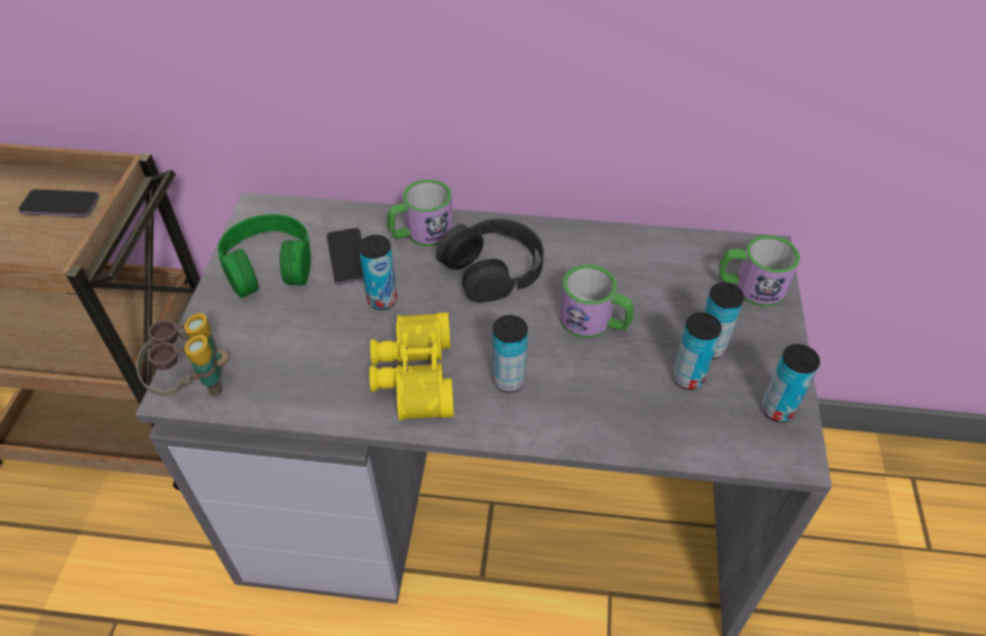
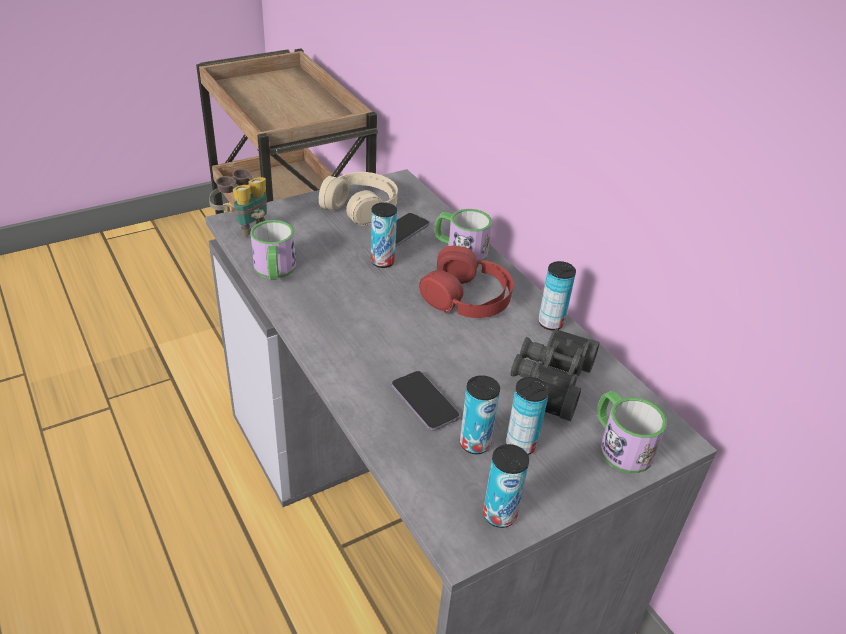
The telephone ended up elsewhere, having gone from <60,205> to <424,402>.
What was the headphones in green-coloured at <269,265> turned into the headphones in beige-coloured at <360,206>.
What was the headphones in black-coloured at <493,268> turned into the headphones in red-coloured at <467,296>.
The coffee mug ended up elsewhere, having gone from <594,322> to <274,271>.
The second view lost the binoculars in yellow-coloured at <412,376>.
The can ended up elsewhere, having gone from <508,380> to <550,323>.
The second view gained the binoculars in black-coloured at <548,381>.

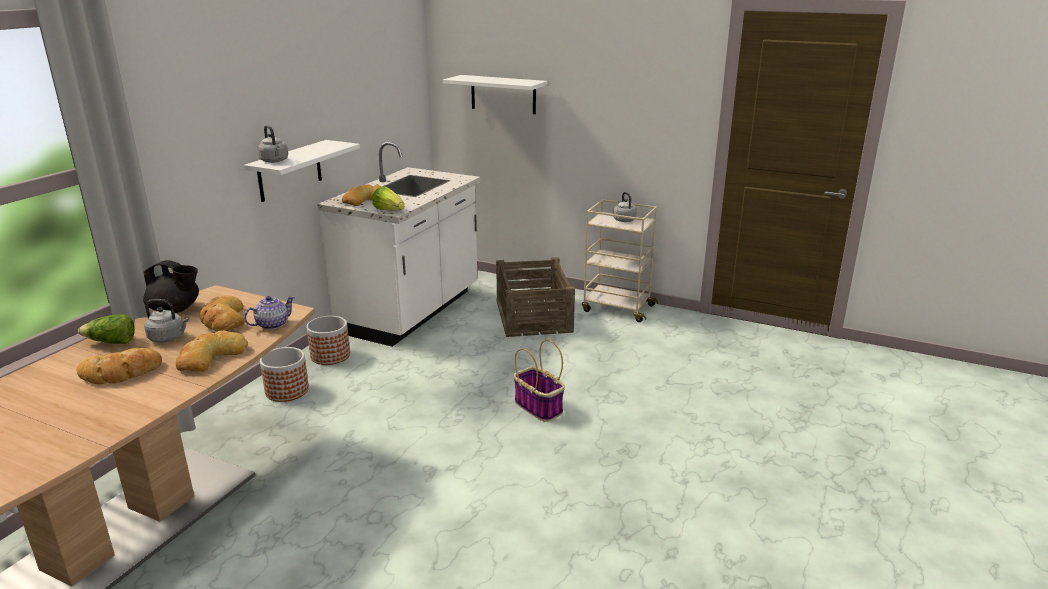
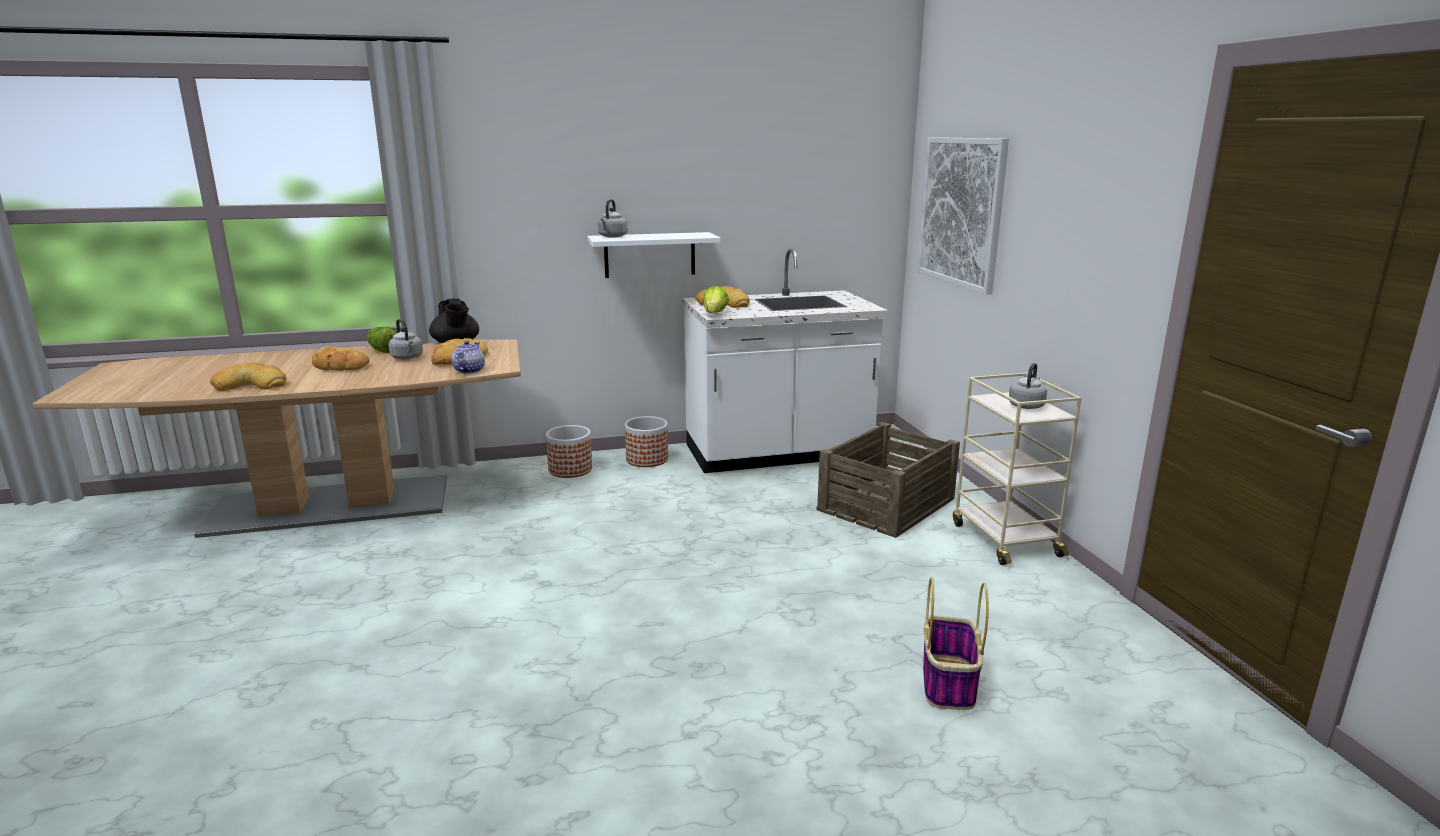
Where the wall shelf in whitish hung at <503,94>, the wall art came to hang at <961,211>.
The teapot at <272,325> ended up facing another way, 90 degrees counterclockwise from before.
The bakery bread ended up elsewhere, having gone from <210,357> to <251,385>.
The basket ended up elsewhere, having gone from <539,407> to <949,684>.

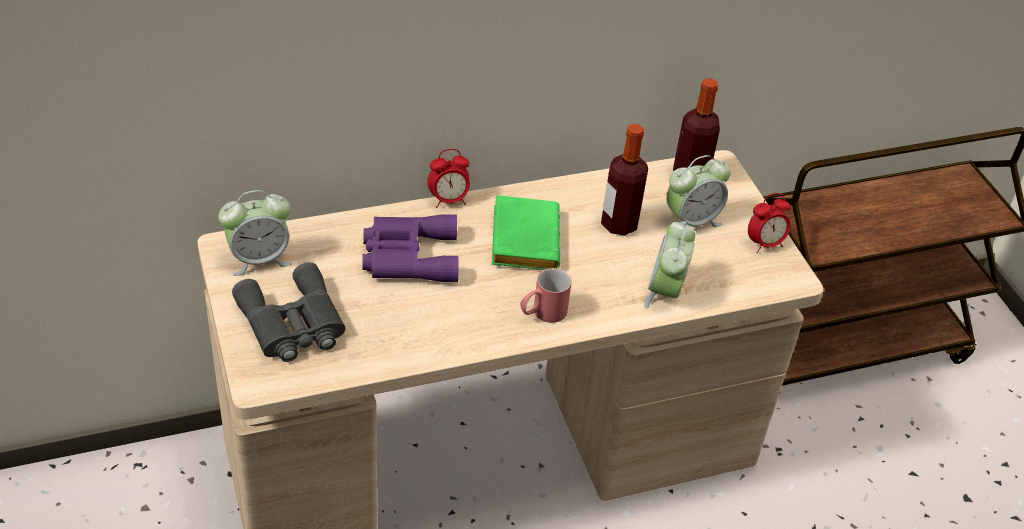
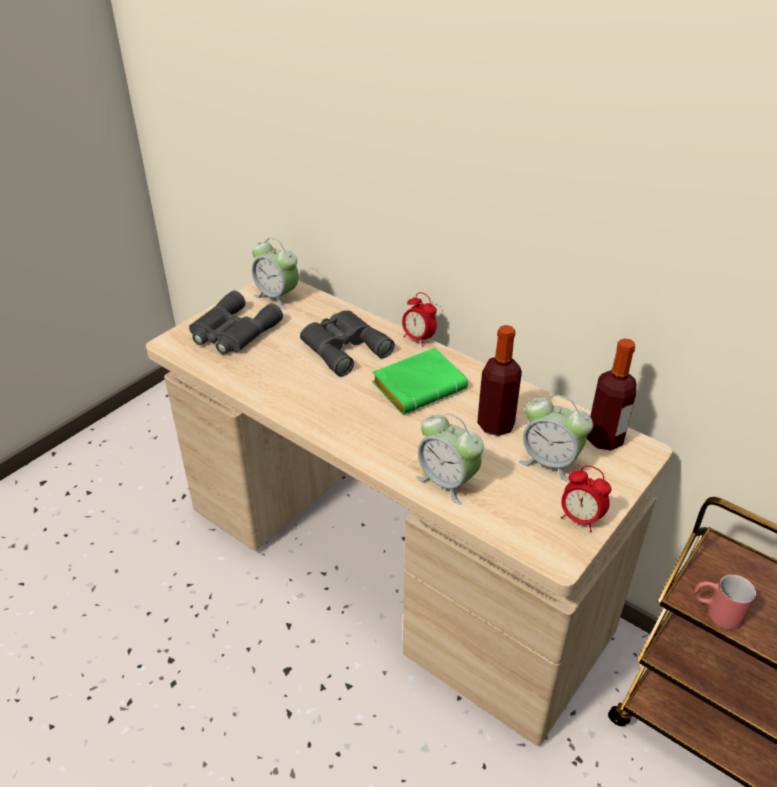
What was the binoculars in purple-coloured at <407,256> turned into the binoculars in greyish at <343,346>.
The table clock at <665,292> ended up facing another way, 120 degrees counterclockwise from before.
The coffee mug in red-coloured ended up elsewhere, having gone from <542,314> to <716,612>.

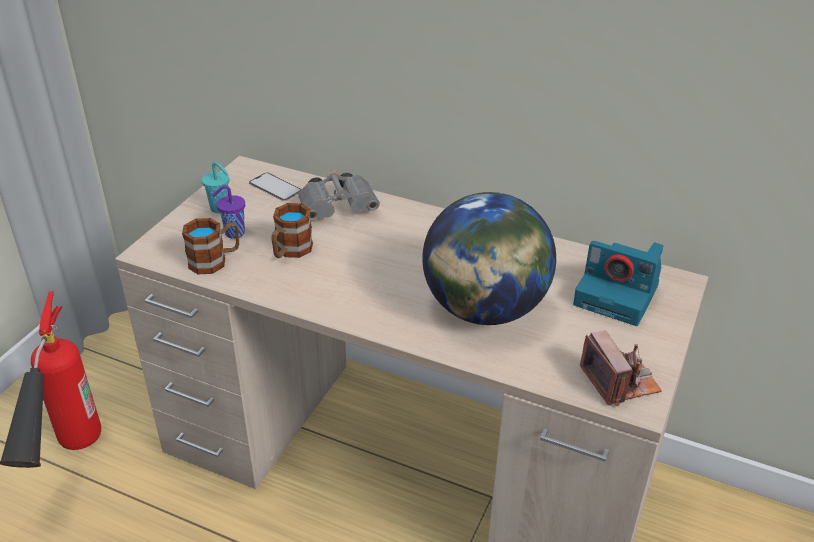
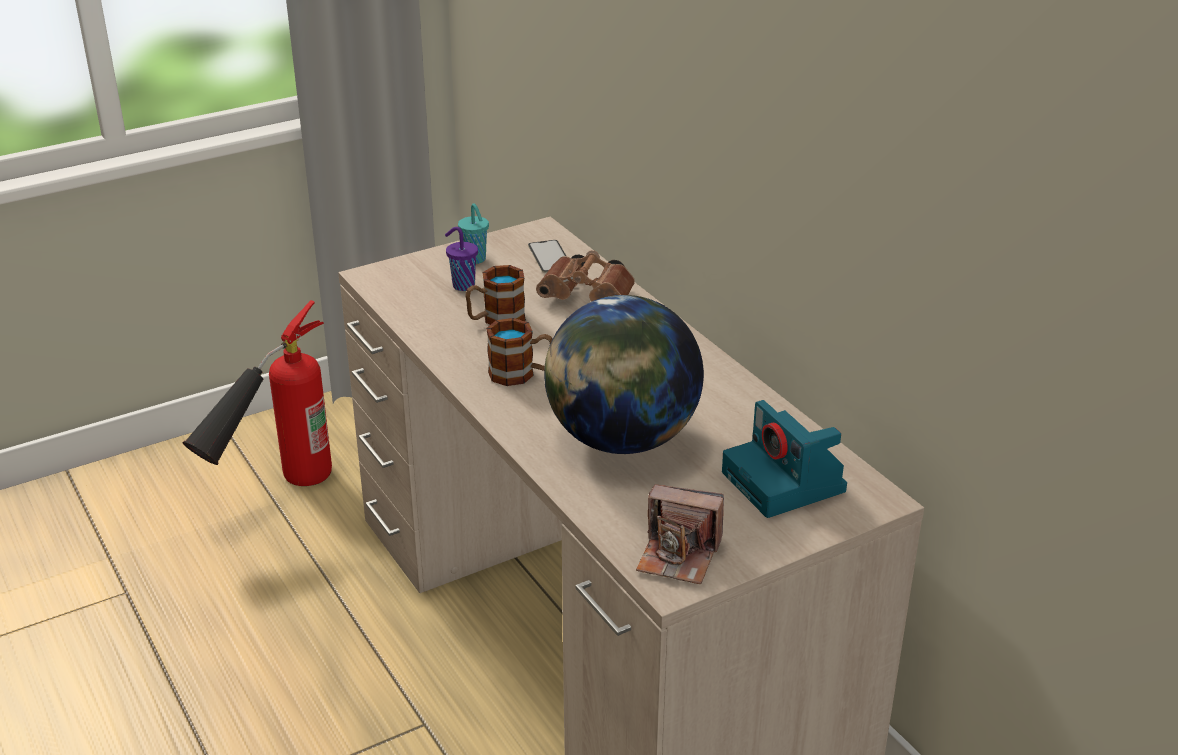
What was the binoculars in greyish at <340,209> turned into the binoculars in brownish at <590,298>.
The coffee mug ended up elsewhere, having gone from <215,260> to <521,374>.
The still camera at <619,381> ended up facing another way, 90 degrees clockwise from before.

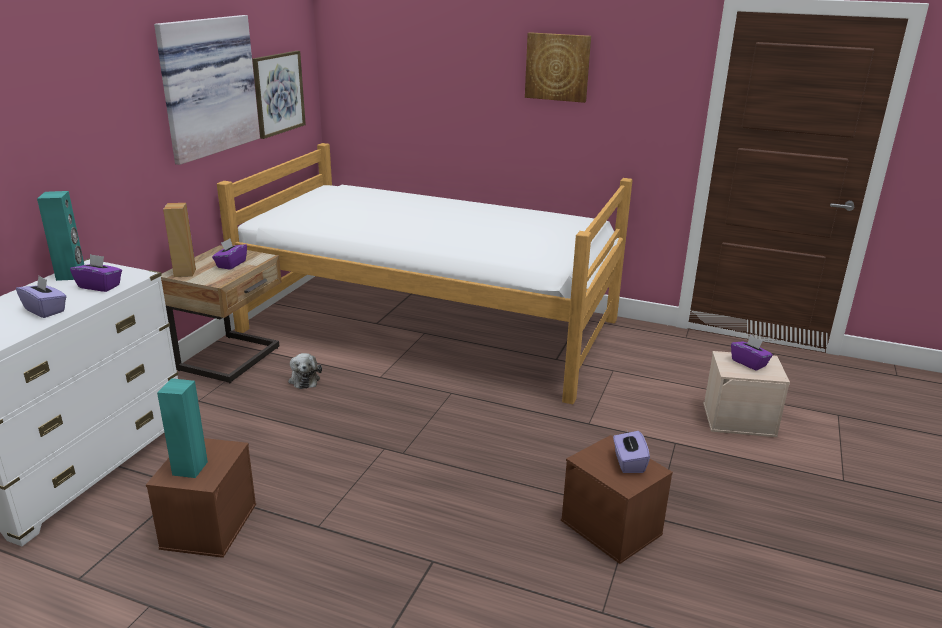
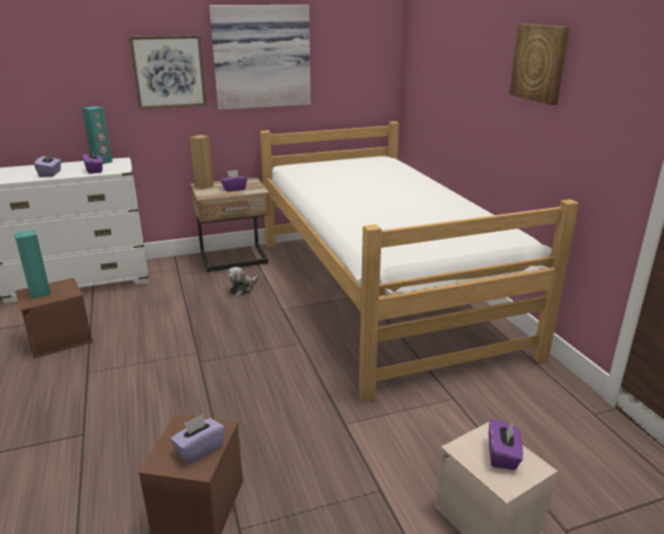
The wall art ended up elsewhere, having gone from <278,93> to <169,72>.

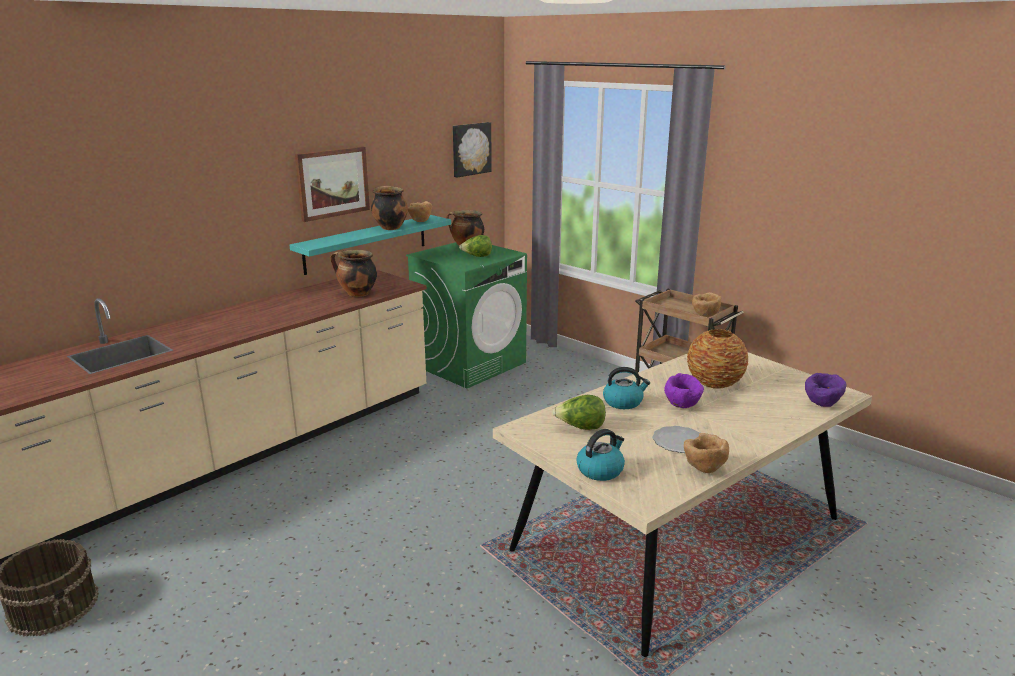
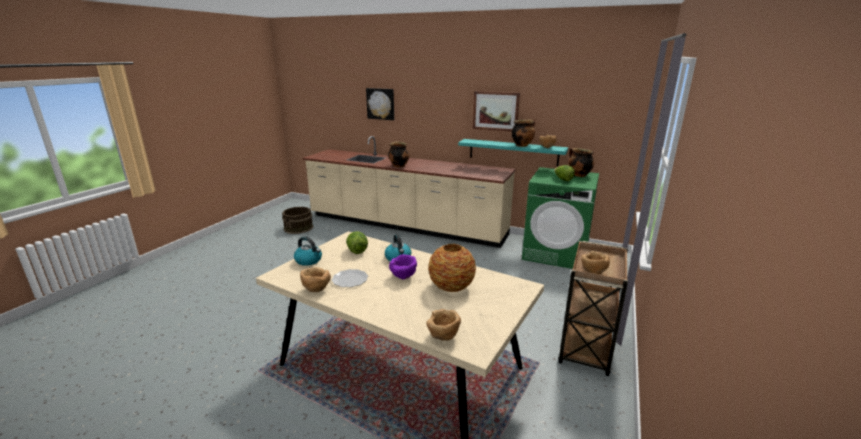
The wall art ended up elsewhere, having gone from <470,149> to <381,103>.
The stockpot ended up elsewhere, having gone from <357,294> to <398,166>.
What was the serving bowl in purple-coloured at <822,404> turned into the serving bowl in brownish at <443,337>.

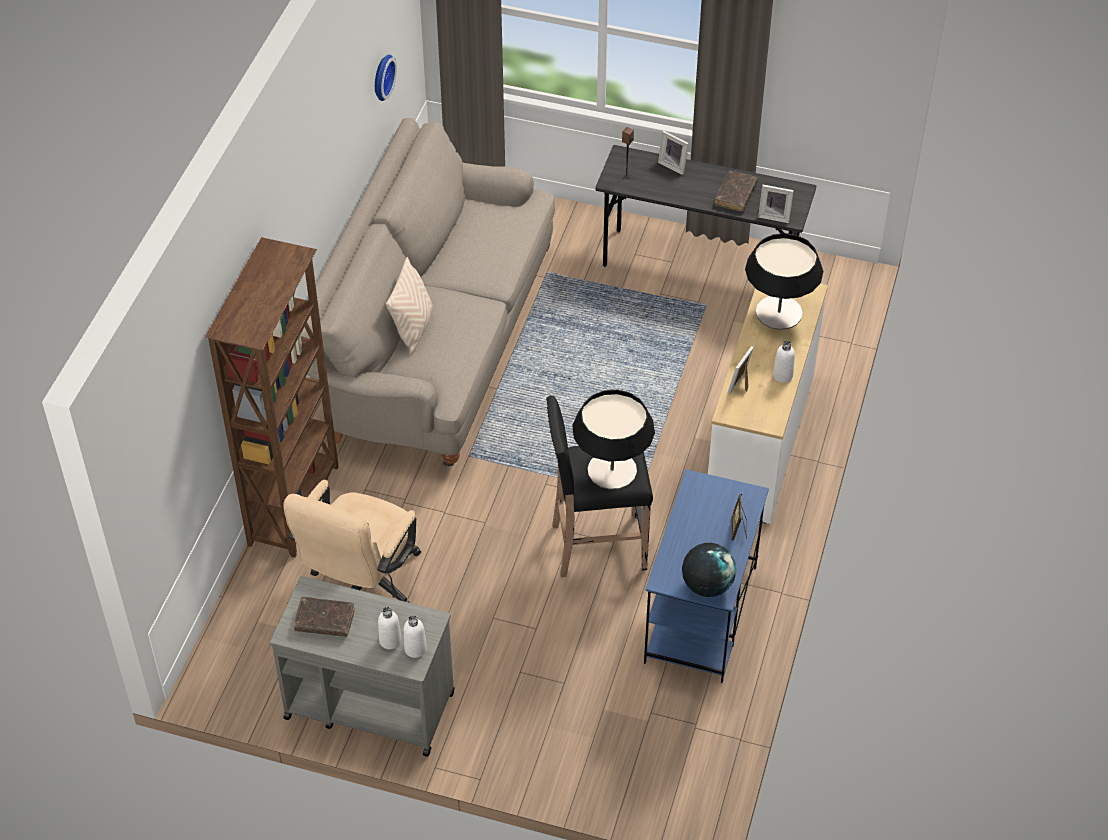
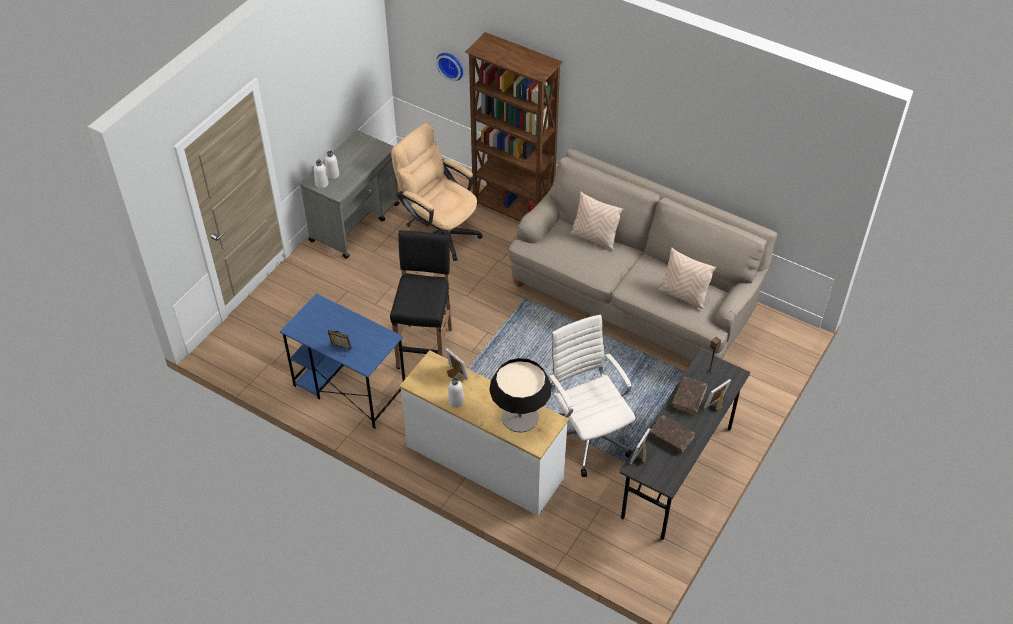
The hanging clock ended up elsewhere, having gone from <381,76> to <451,65>.
The second view lost the lamp for a table at <612,470>.
The second view lost the desk globe at <707,585>.
The book in brownish ended up elsewhere, having gone from <324,621> to <689,398>.
The second view gained the pillow in beige-coloured at <683,295>.
The second view gained the office chair in whitish at <588,435>.

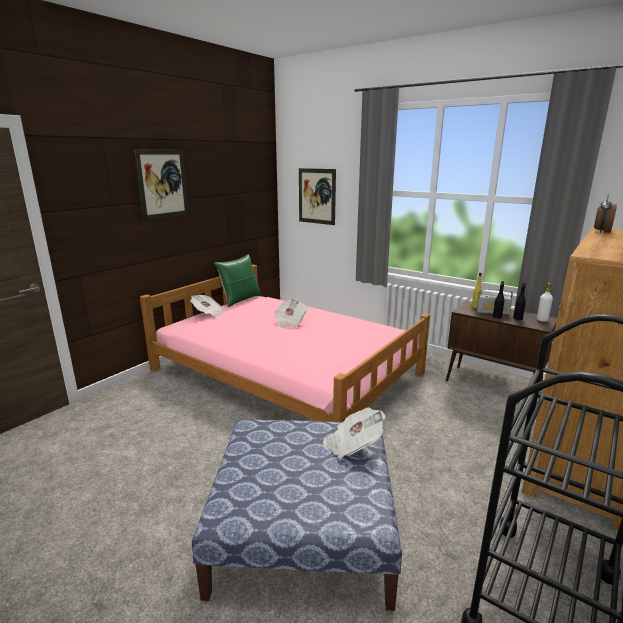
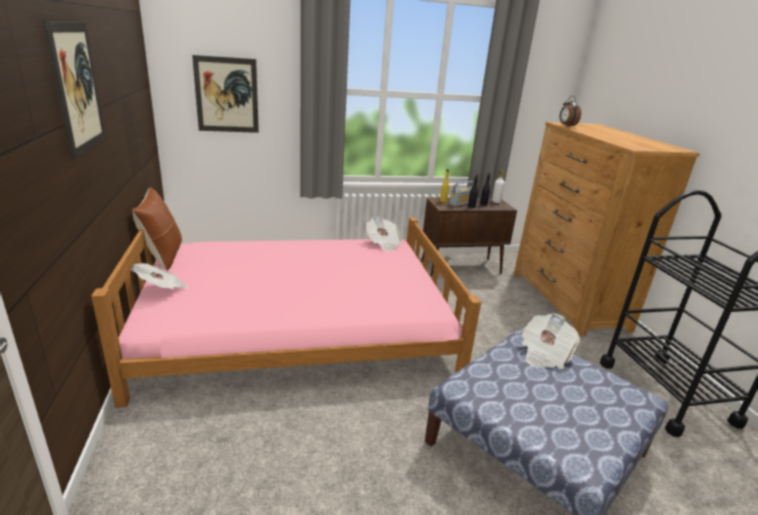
What was the pillow in green-coloured at <240,299> turned into the pillow in brownish at <163,256>.
The newspaper ended up elsewhere, having gone from <289,322> to <383,243>.

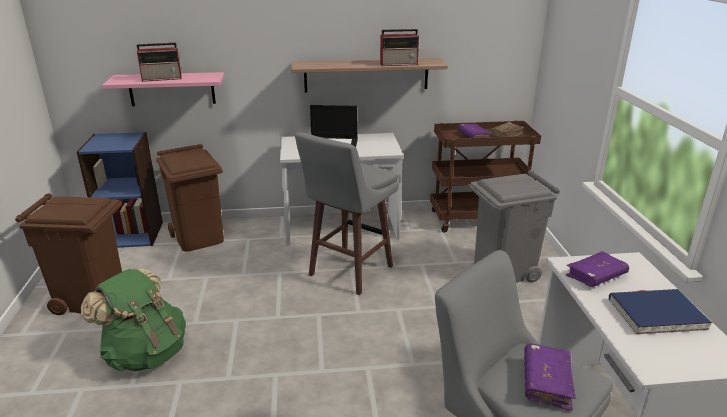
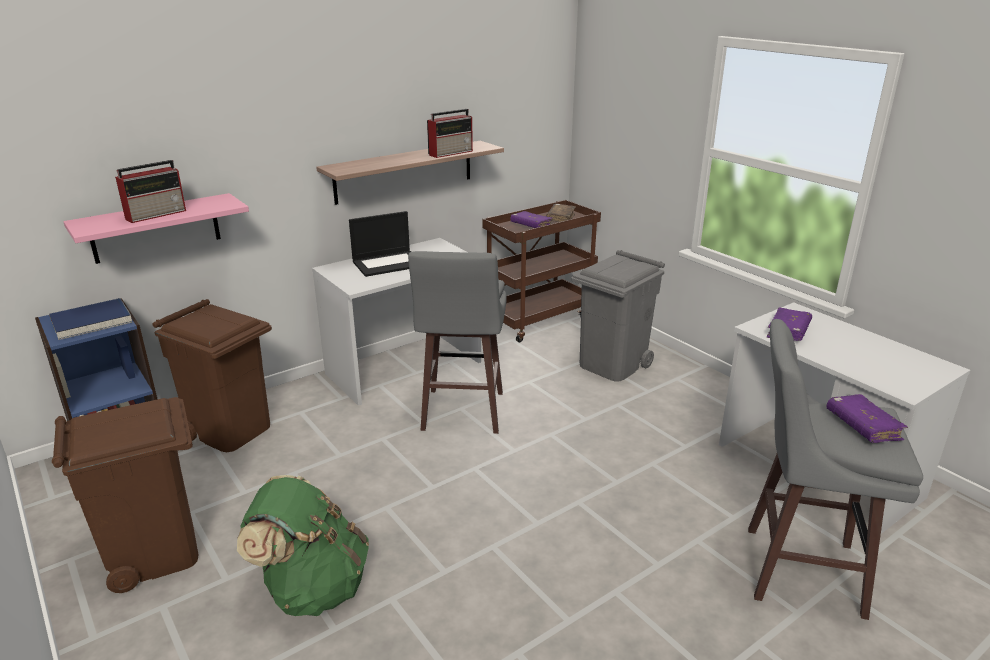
The book in blue ended up elsewhere, having gone from <656,314> to <91,322>.

